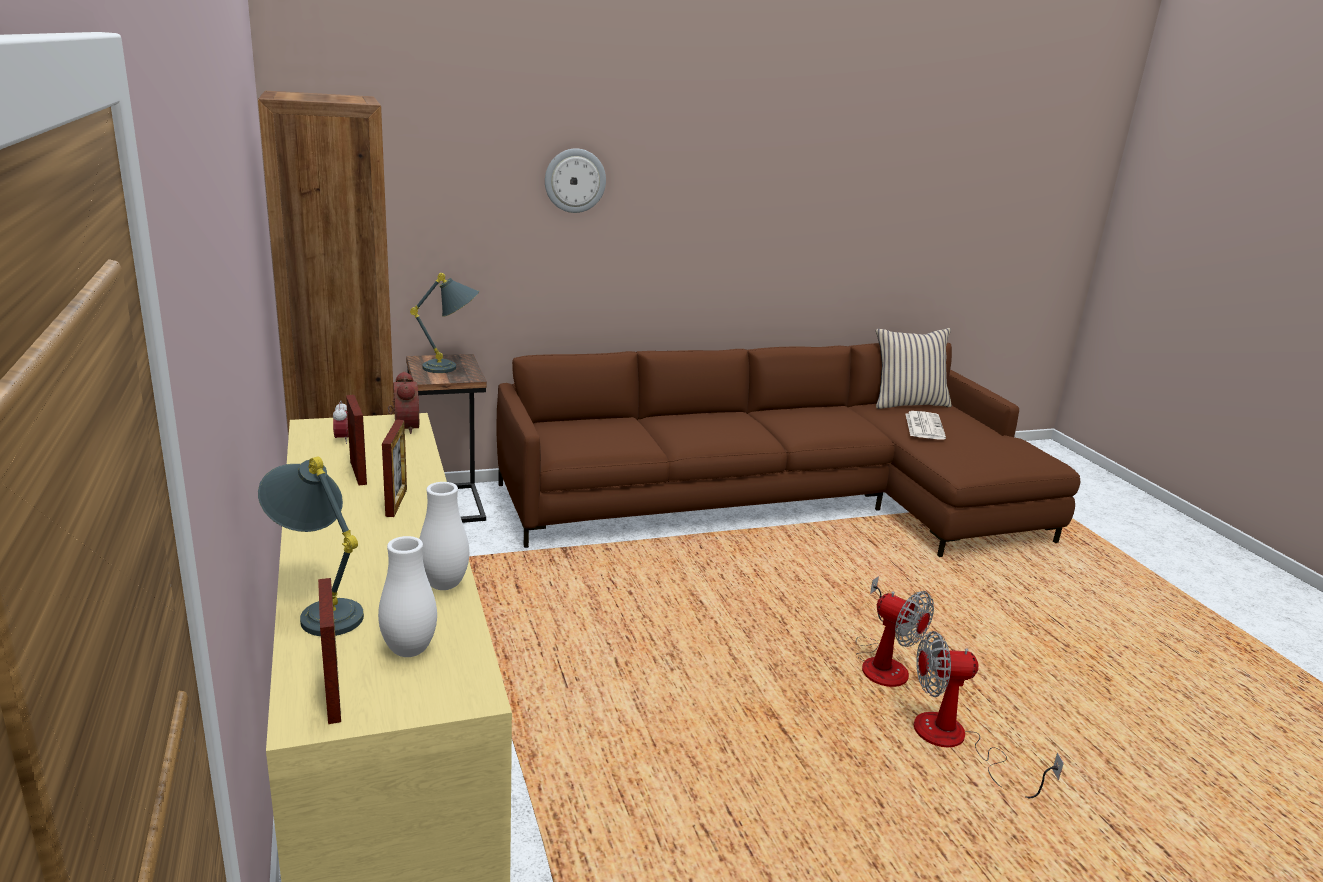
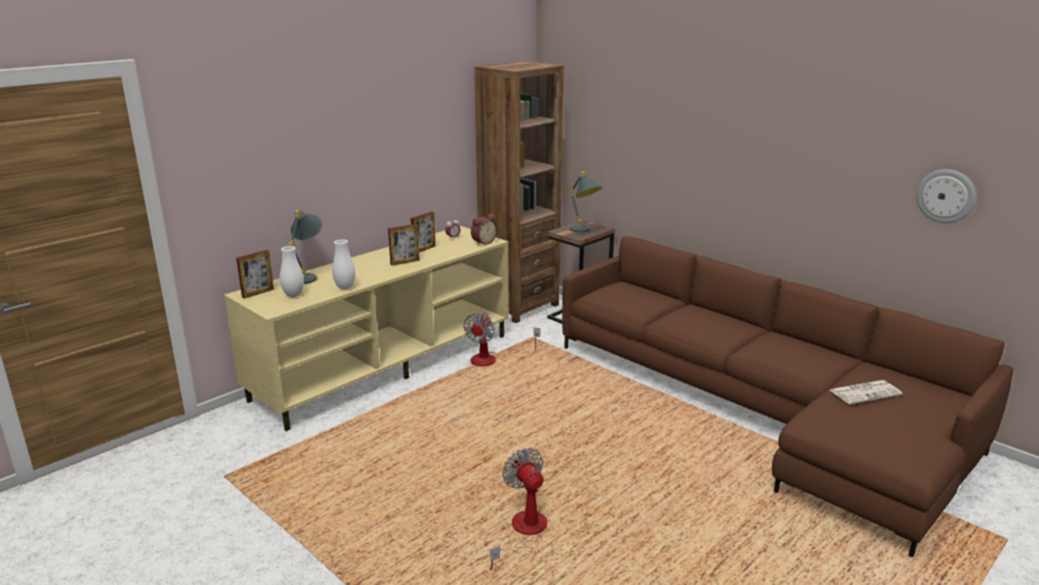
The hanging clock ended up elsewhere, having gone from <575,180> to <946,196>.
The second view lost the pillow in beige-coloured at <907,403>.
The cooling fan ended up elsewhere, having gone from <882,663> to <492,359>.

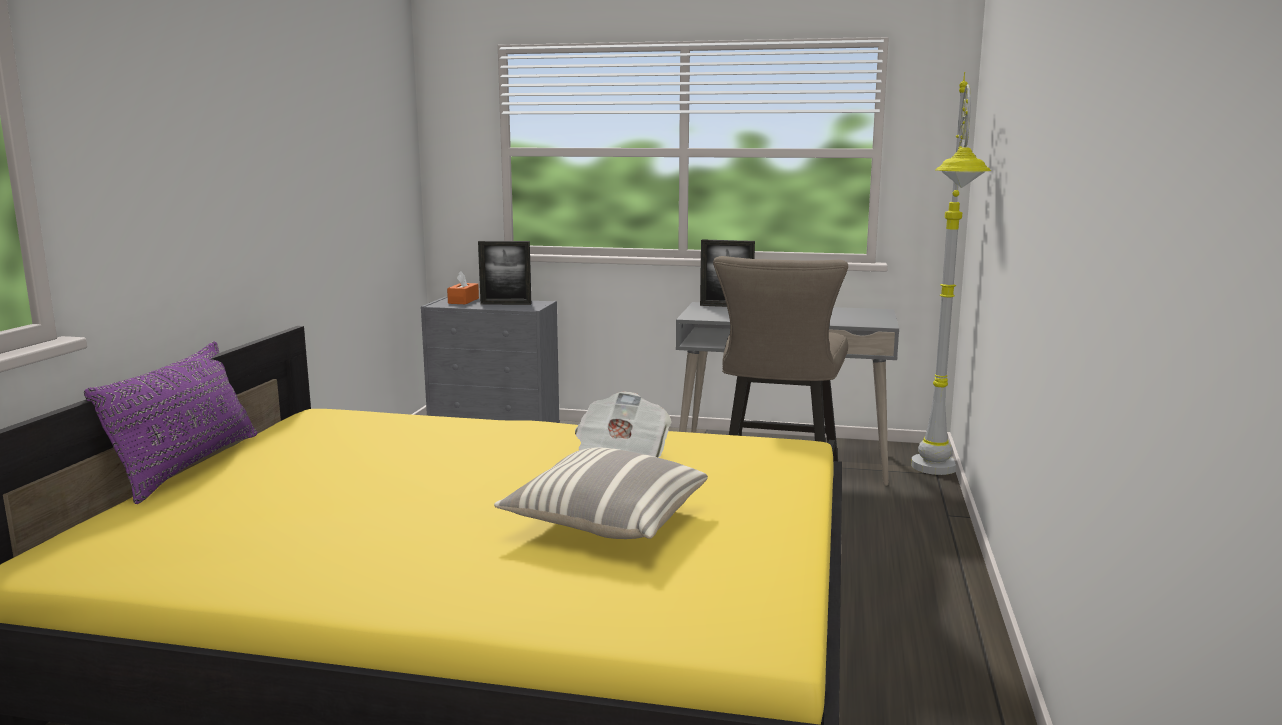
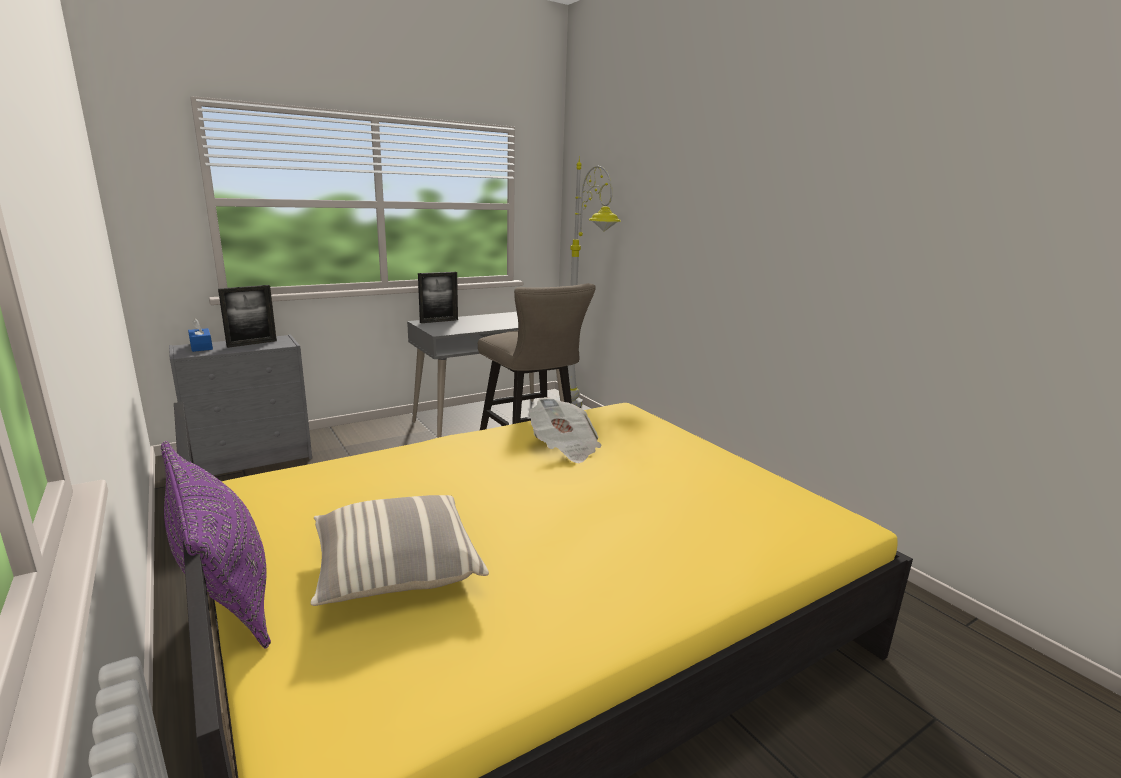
What was the box of tissues in orangey at <463,301> turned into the box of tissues in blue at <201,346>.
The pillow ended up elsewhere, having gone from <606,521> to <396,569>.

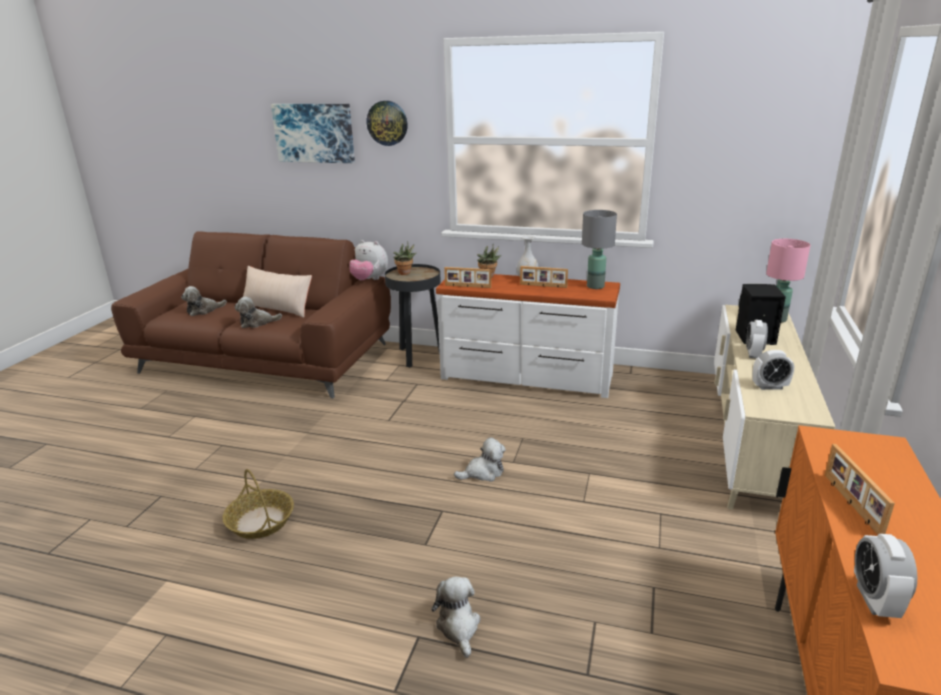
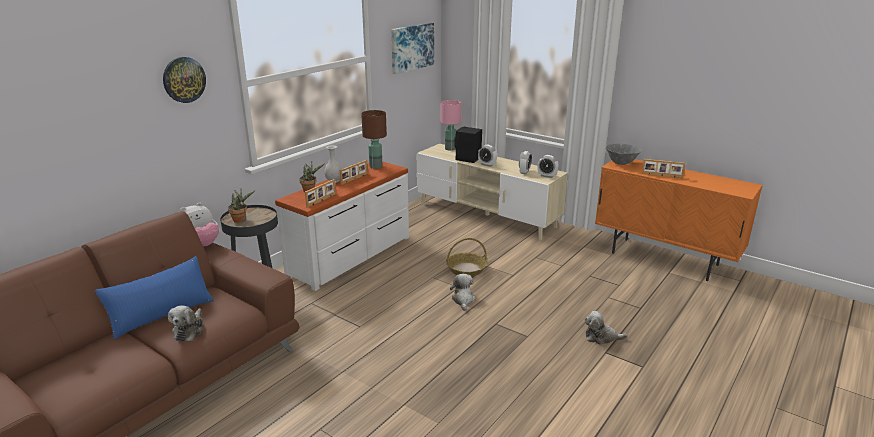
The wall art ended up elsewhere, having gone from <314,133> to <411,47>.
What was the lamp for a table in greyish at <595,286> turned into the lamp for a table in brownish at <376,167>.
What was the pillow in beige-coloured at <277,308> turned into the pillow in blue at <161,314>.
The second view lost the plush toy at <203,310>.
The basket ended up elsewhere, having gone from <261,521> to <466,269>.
The table clock ended up elsewhere, having gone from <874,600> to <547,176>.
The second view gained the serving bowl in greyish at <621,163>.

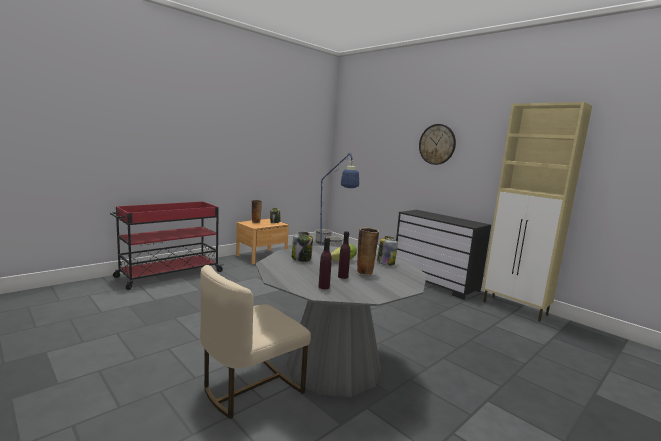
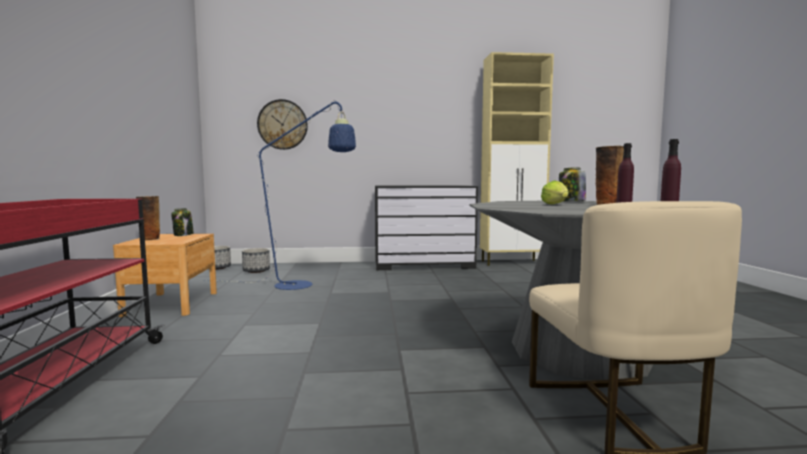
The hanging clock ended up elsewhere, having gone from <437,144> to <282,124>.
The second view lost the preserve jar at <301,259>.

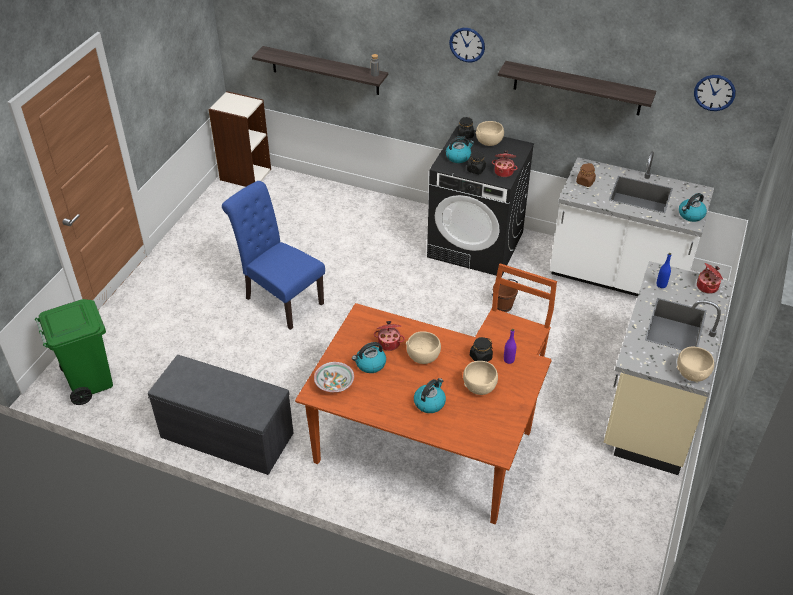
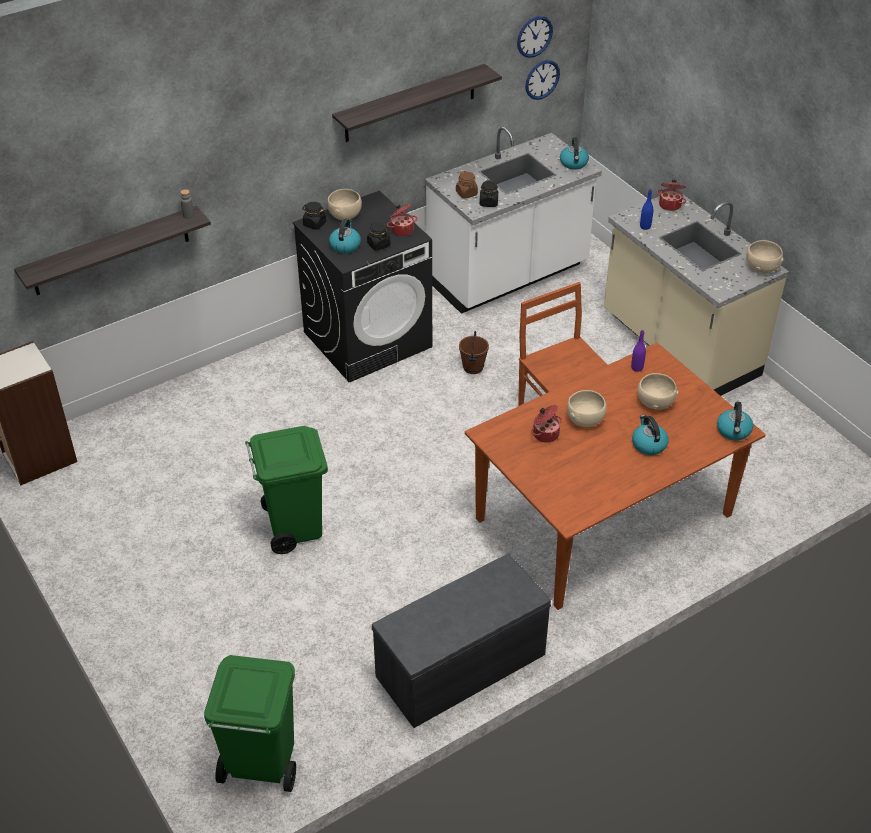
The hanging clock ended up elsewhere, having gone from <467,44> to <542,79>.
Where the plain chair in blue stood at <280,299>, the waste bin in green-coloured came to stand at <293,527>.
The preserve jar in black-coloured ended up elsewhere, having gone from <480,357> to <488,202>.
The water kettle ended up elsewhere, having gone from <370,364> to <733,431>.
The second view lost the serving bowl at <334,384>.

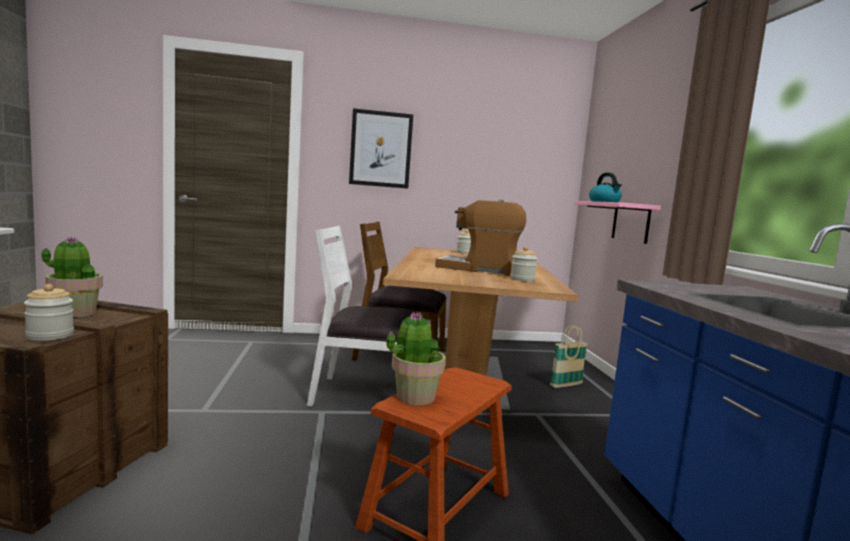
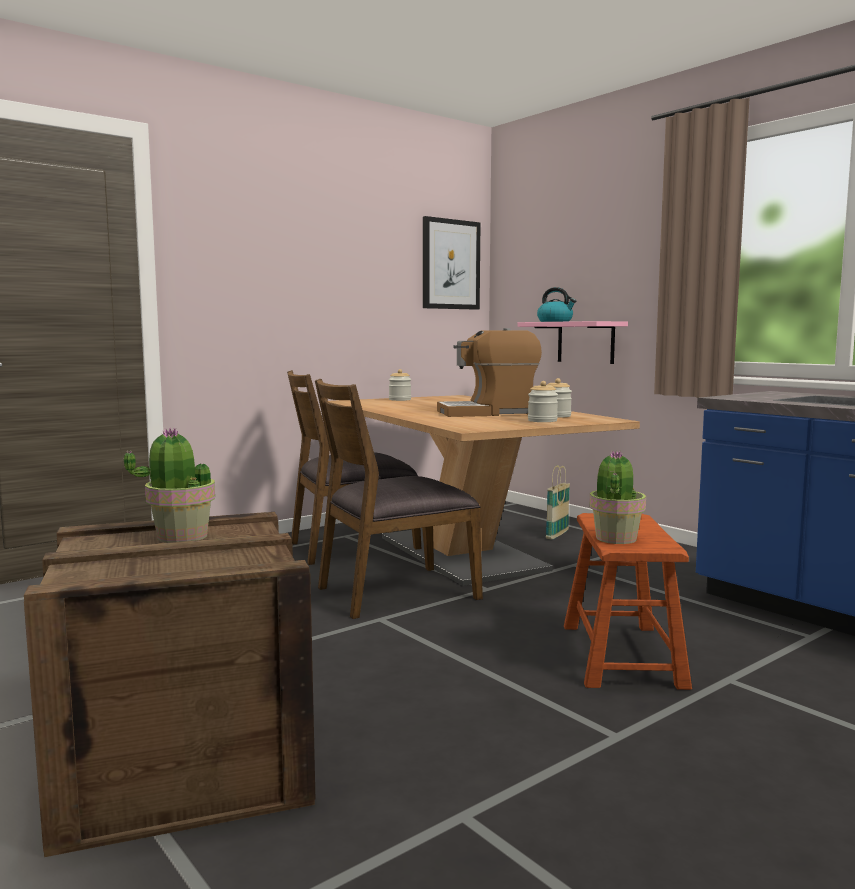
The wall art ended up elsewhere, having gone from <380,149> to <450,264>.
What was the plain chair in whitish at <367,395> turned into the plain chair in brownish at <395,592>.
The preserve jar ended up elsewhere, having gone from <50,335> to <542,421>.

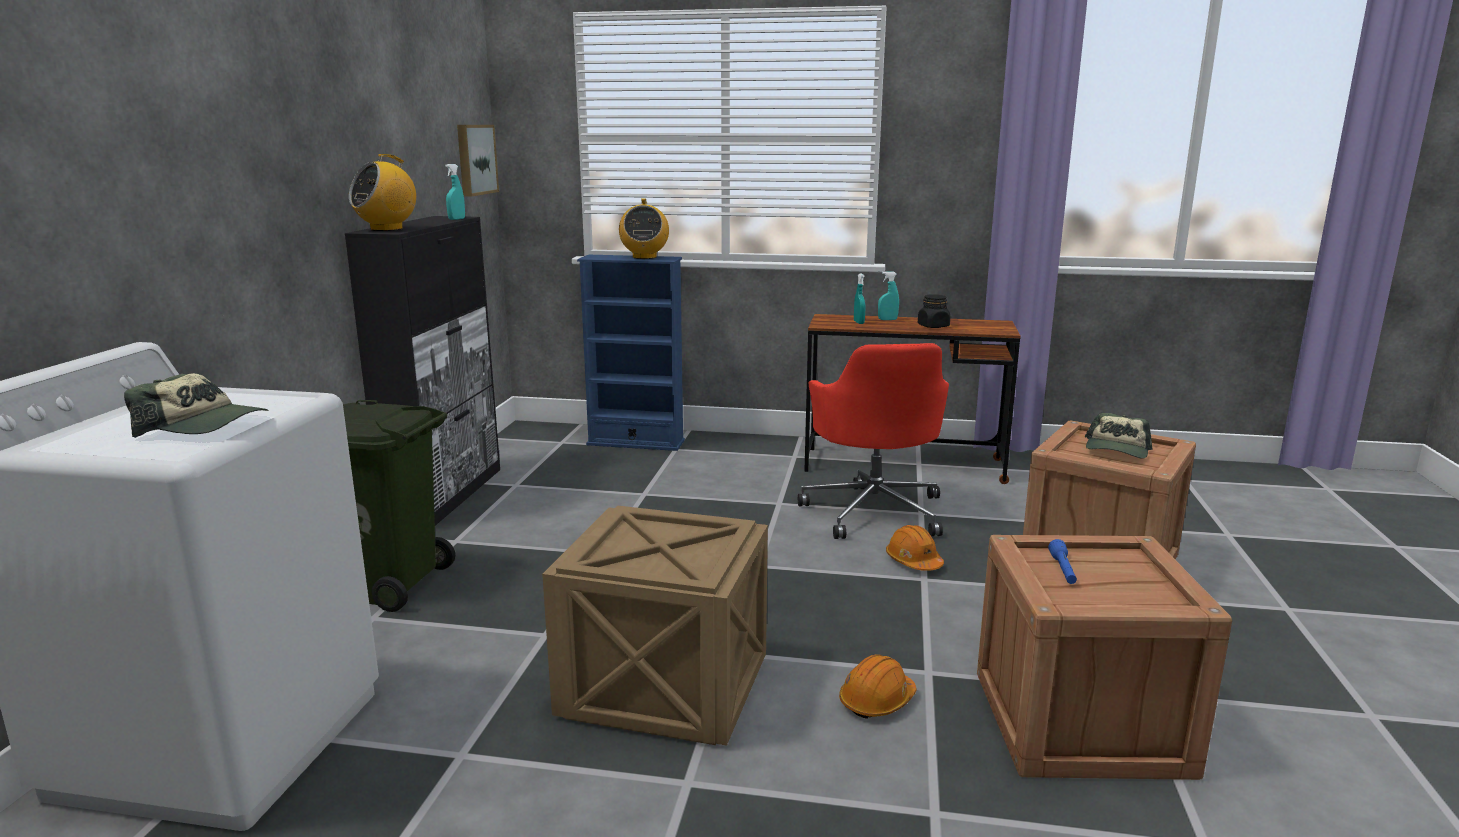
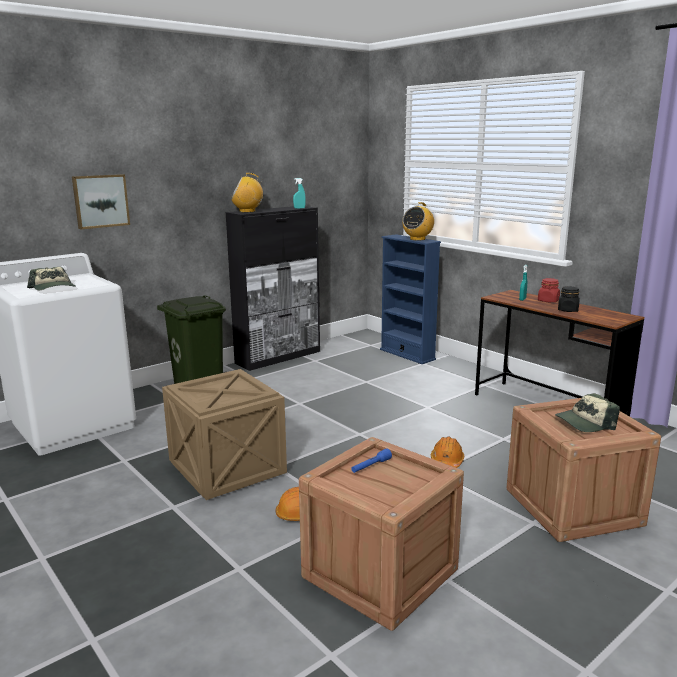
The wall art ended up elsewhere, having gone from <475,159> to <100,201>.
Where the spray bottle in turquoise stood at <887,319>, the preserve jar in red-coloured came to stand at <548,301>.
The second view lost the office chair in red-coloured at <874,511>.

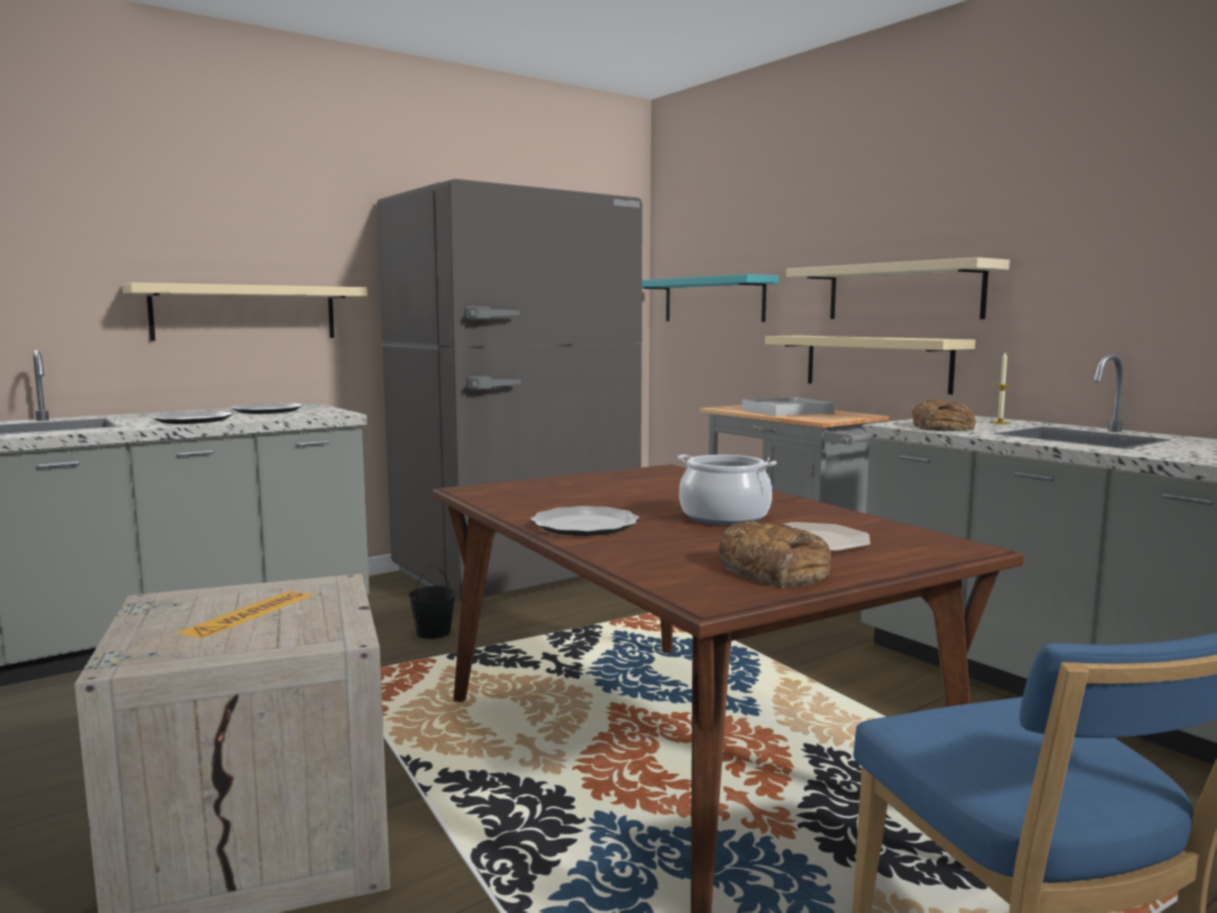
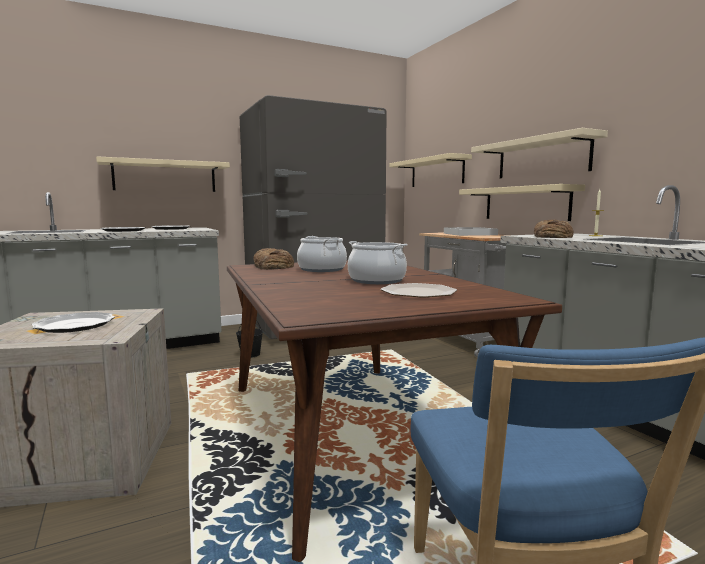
What was the wall shelf in turquoise at <713,300> turned into the wall shelf in beige-coloured at <436,172>.
The dinner plate ended up elsewhere, having gone from <584,525> to <74,325>.
The bakery bread ended up elsewhere, having gone from <774,570> to <272,266>.
The second view gained the stockpot at <322,269>.

